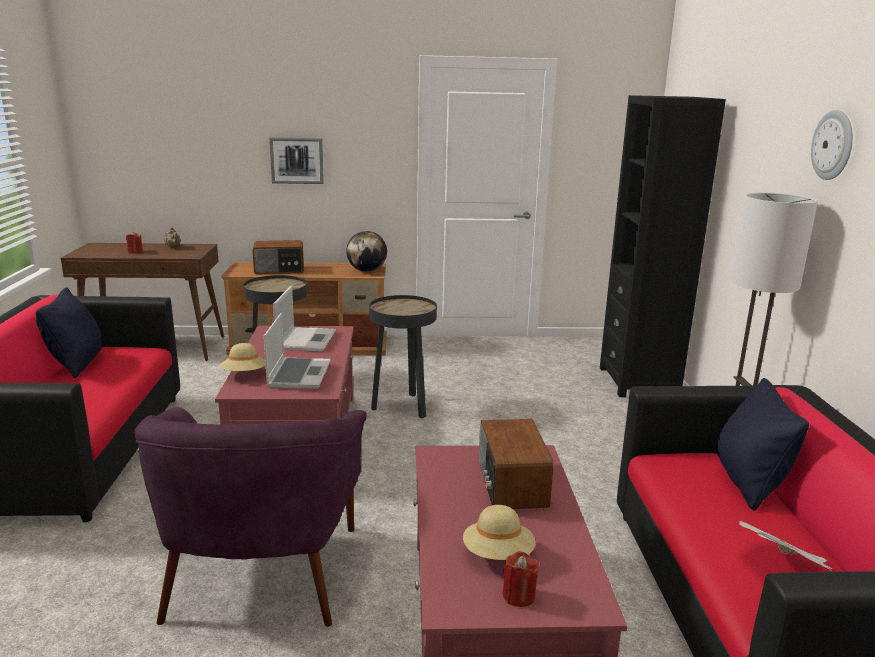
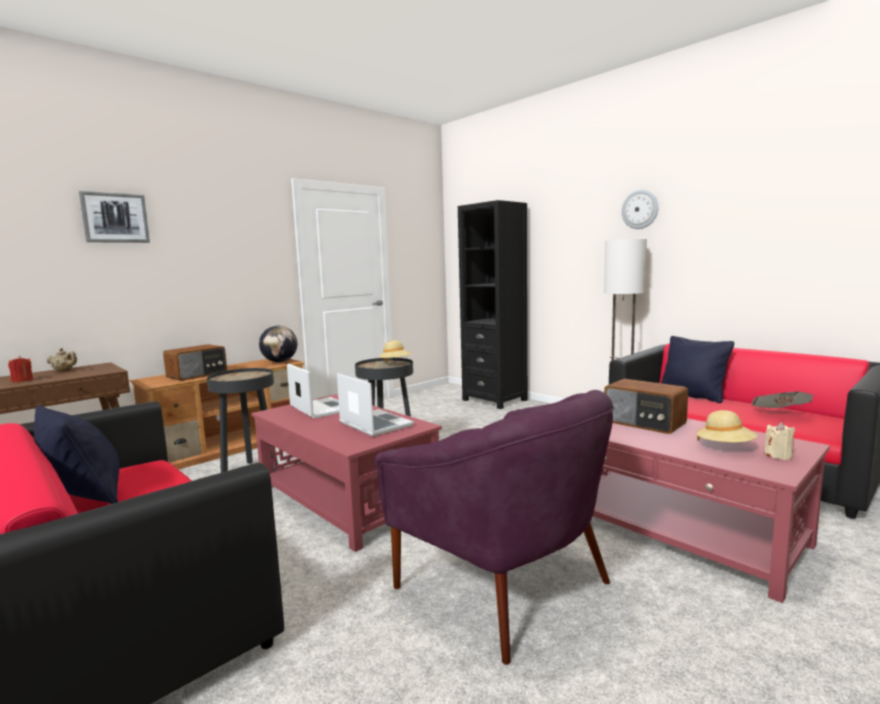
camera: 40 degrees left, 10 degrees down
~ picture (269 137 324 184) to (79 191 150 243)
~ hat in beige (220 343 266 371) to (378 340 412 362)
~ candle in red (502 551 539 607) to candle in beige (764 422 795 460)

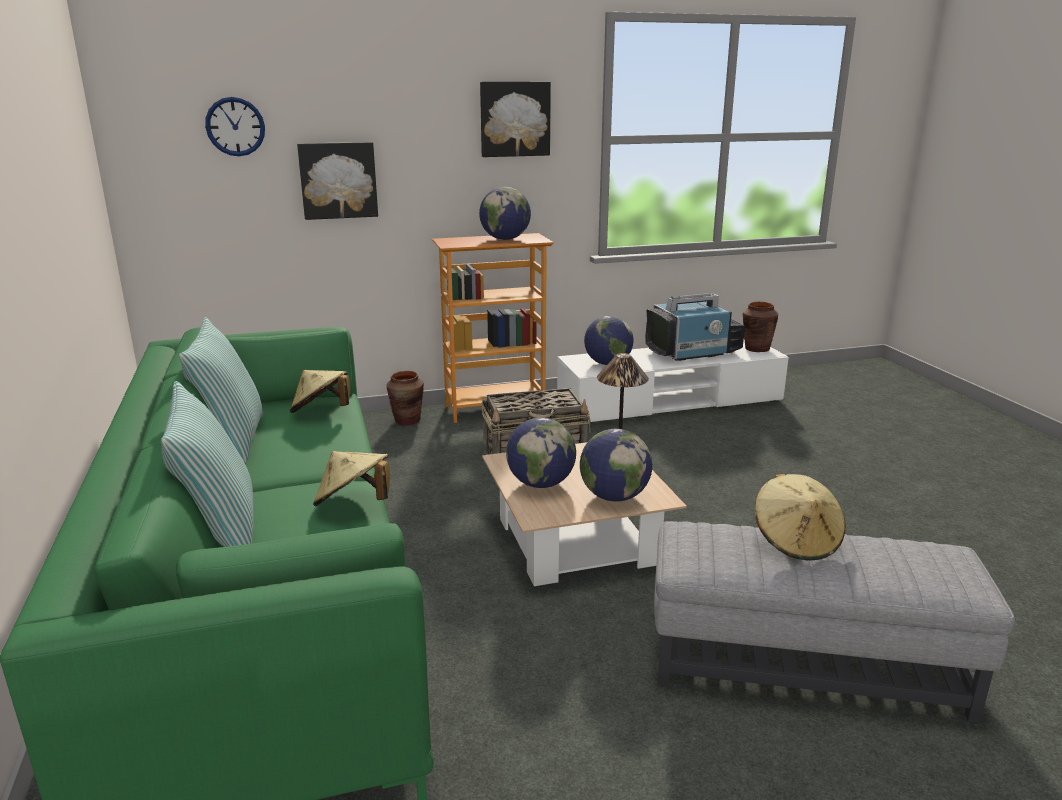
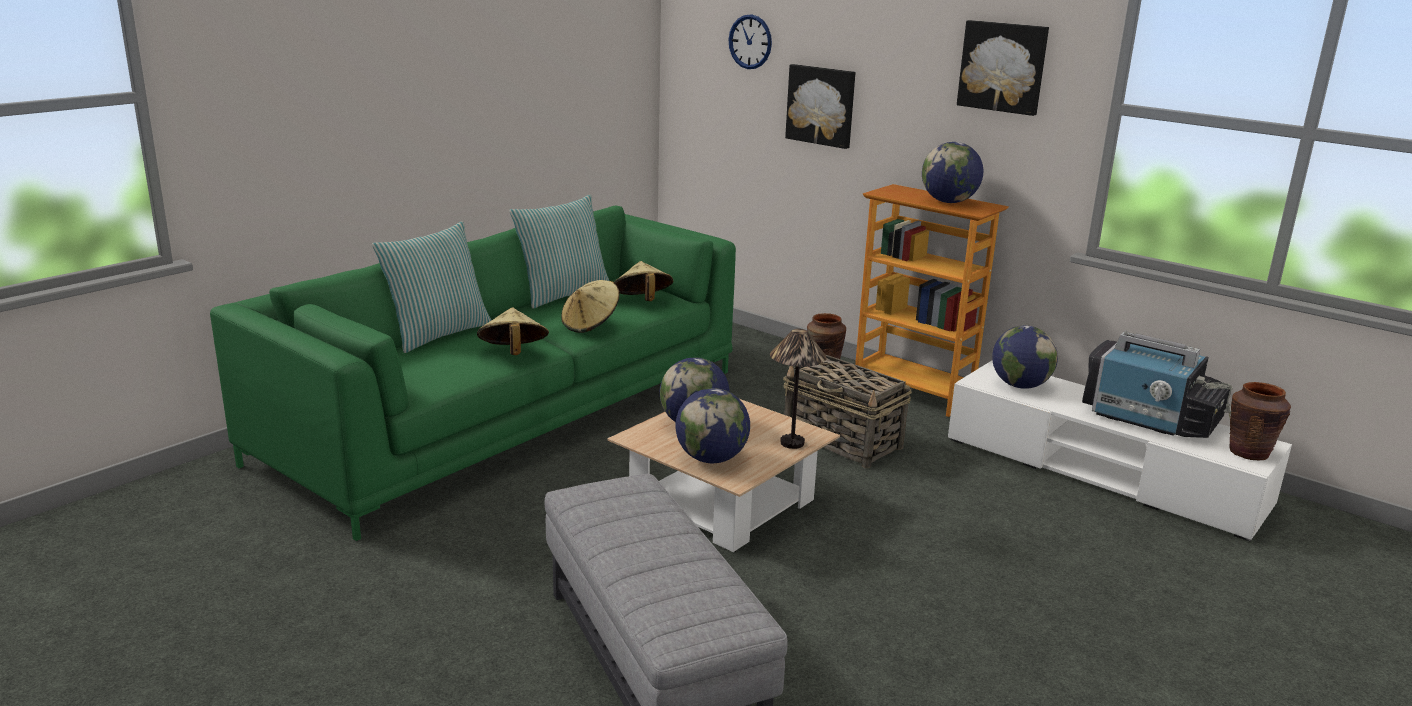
camera: 55 degrees right, 0 degrees up
~ hat in beige (755 474 846 561) to (561 280 619 333)

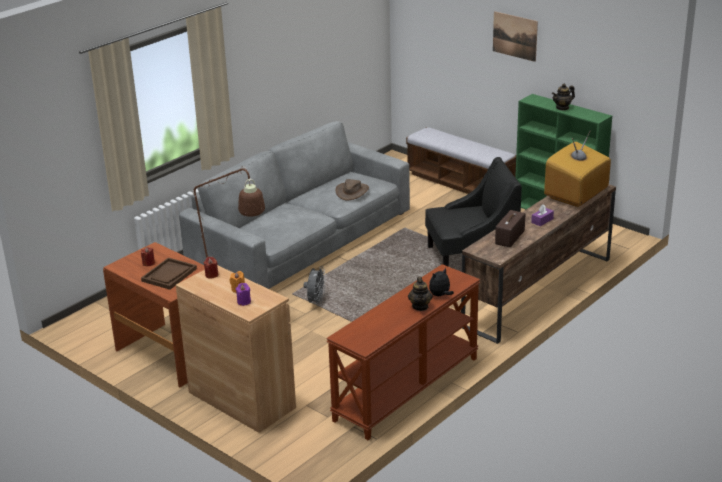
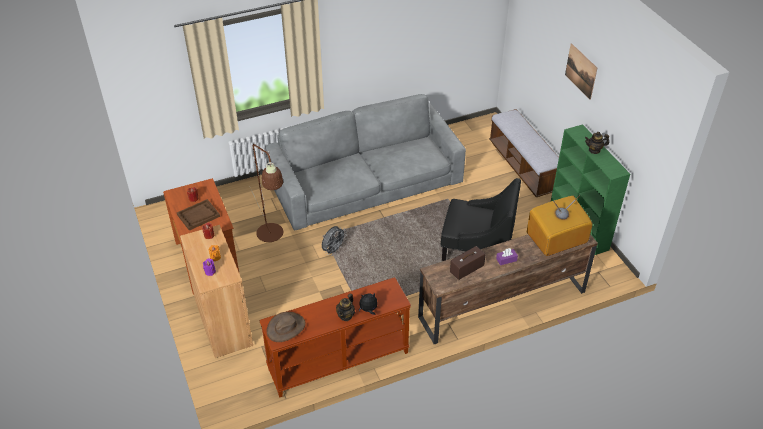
camera: 25 degrees right, 15 degrees up
~ hat in brown (336 179 369 200) to (267 312 306 342)

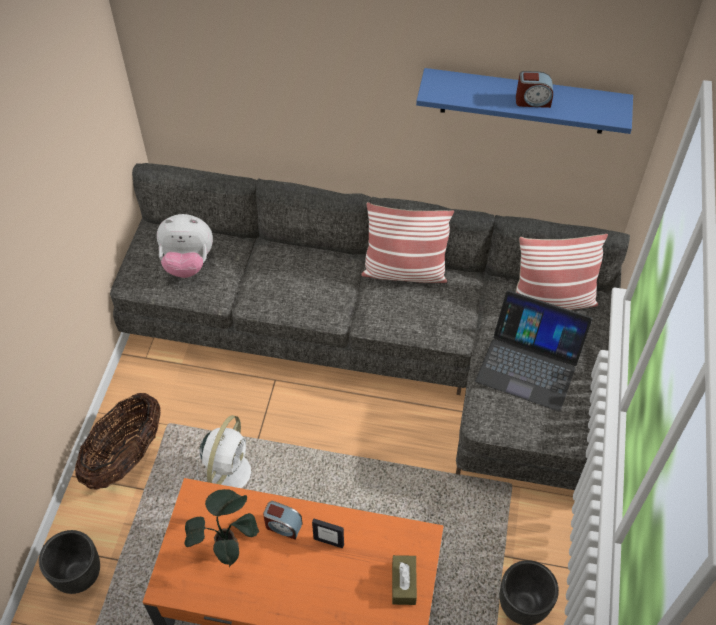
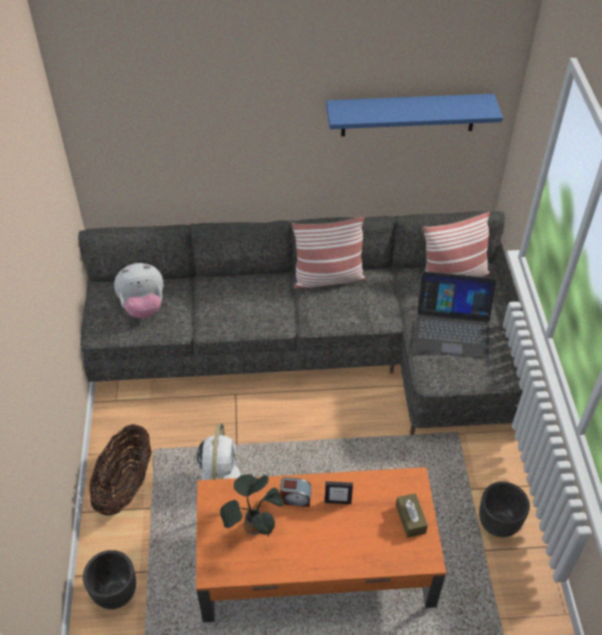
camera: 15 degrees left, 5 degrees down
- alarm clock (516 71 553 108)

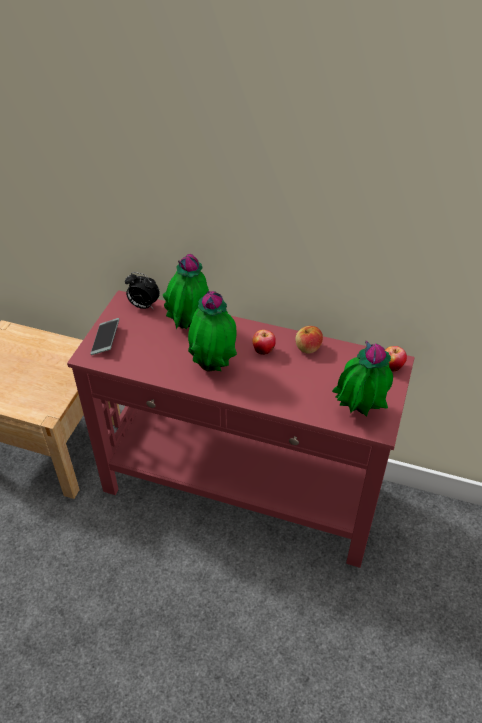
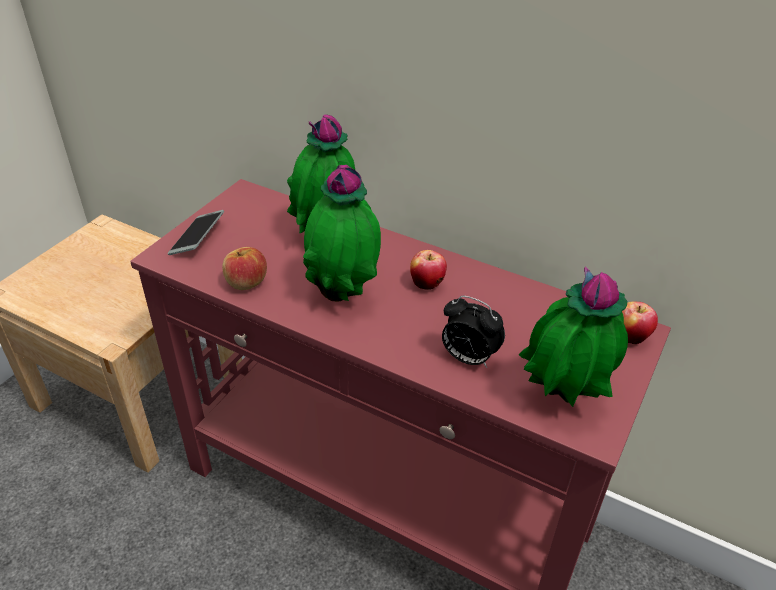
camera: 10 degrees right, 5 degrees down
~ alarm clock (125 272 160 309) to (442 296 505 368)
~ apple (295 326 323 354) to (222 247 267 290)

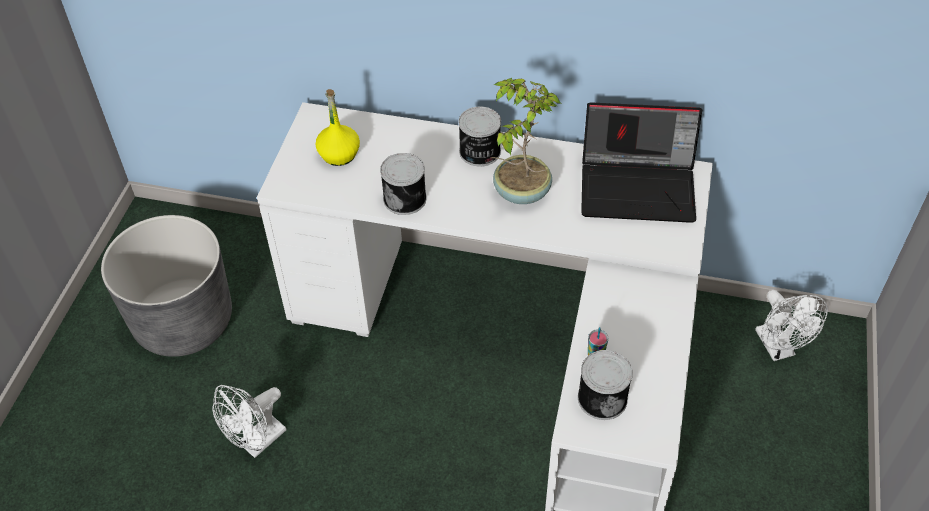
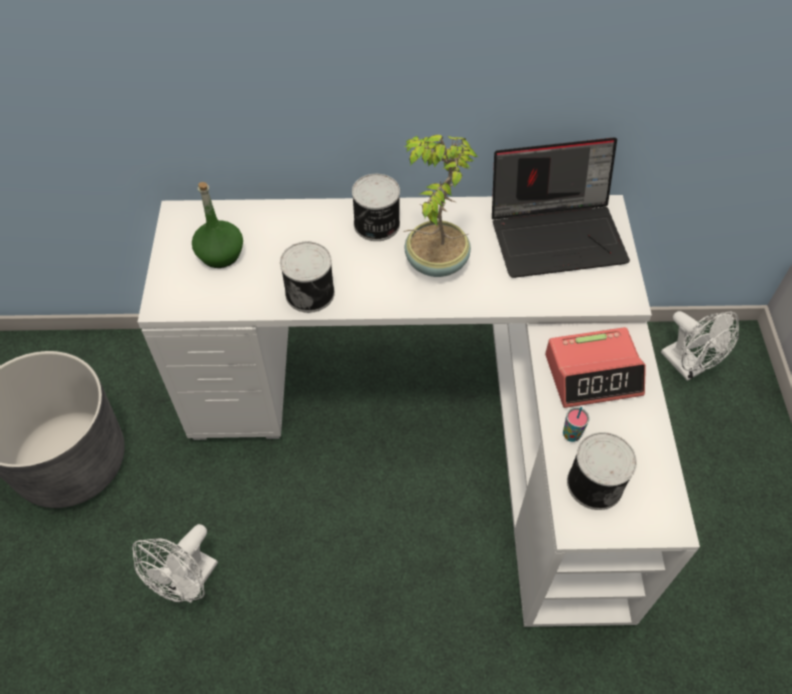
camera: 15 degrees left, 5 degrees up
~ bottle in yellow (315 89 360 166) to bottle in green (192 182 243 268)
+ alarm clock (545 327 646 408)

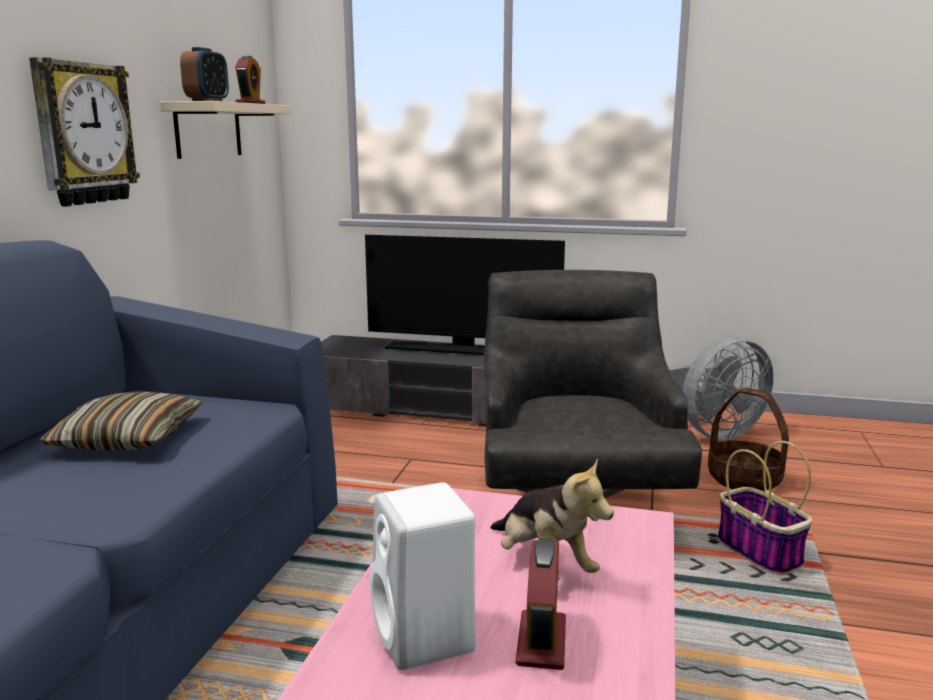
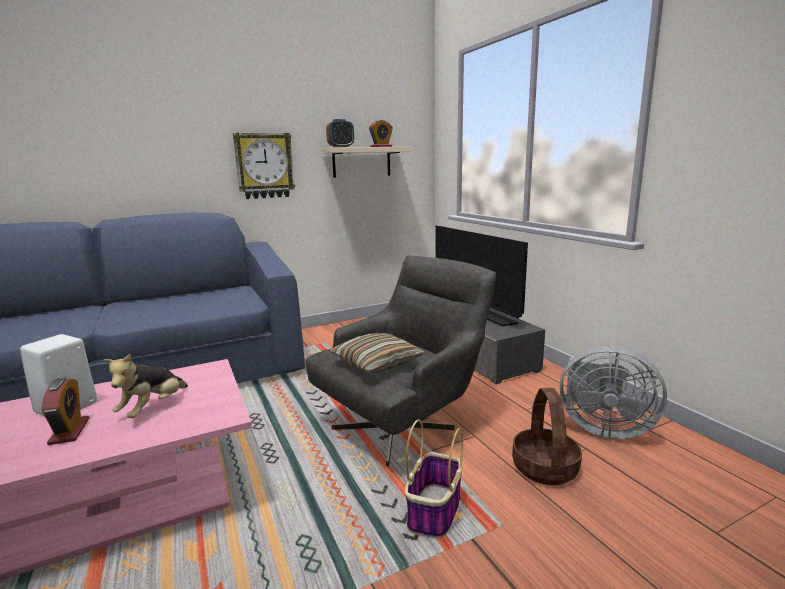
camera: 50 degrees right, 0 degrees up
~ pillow (40 392 203 451) to (330 333 426 373)
~ alarm clock (516 538 566 670) = (41 377 89 445) 75 degrees counterclockwise

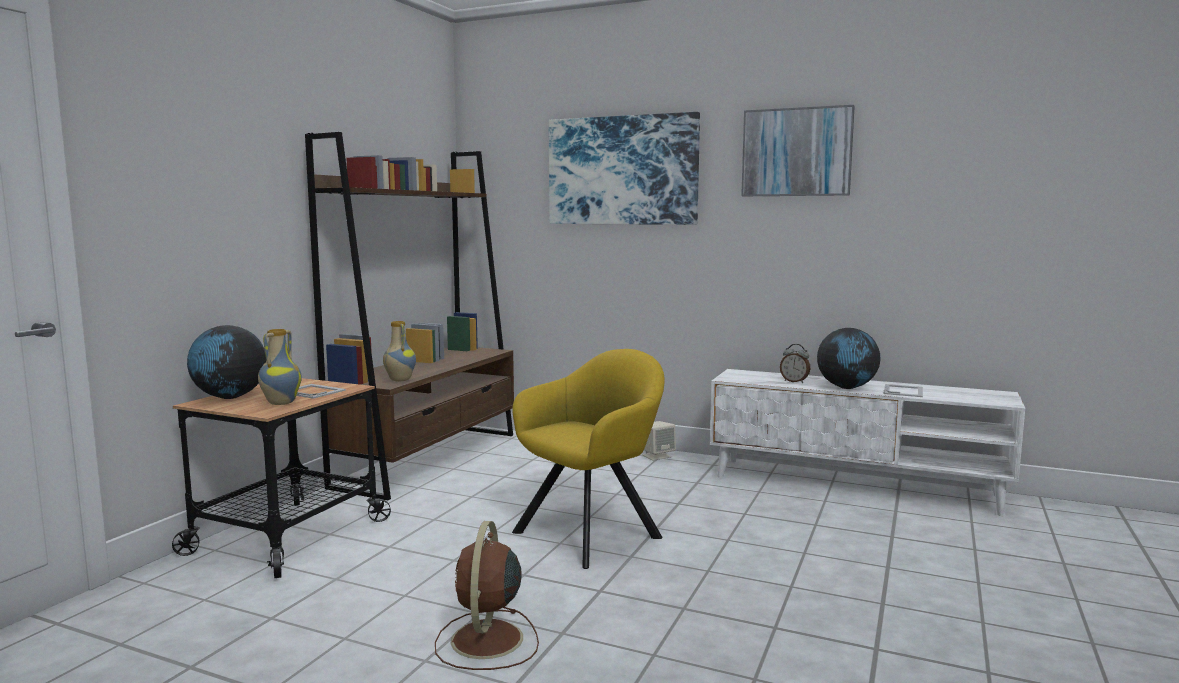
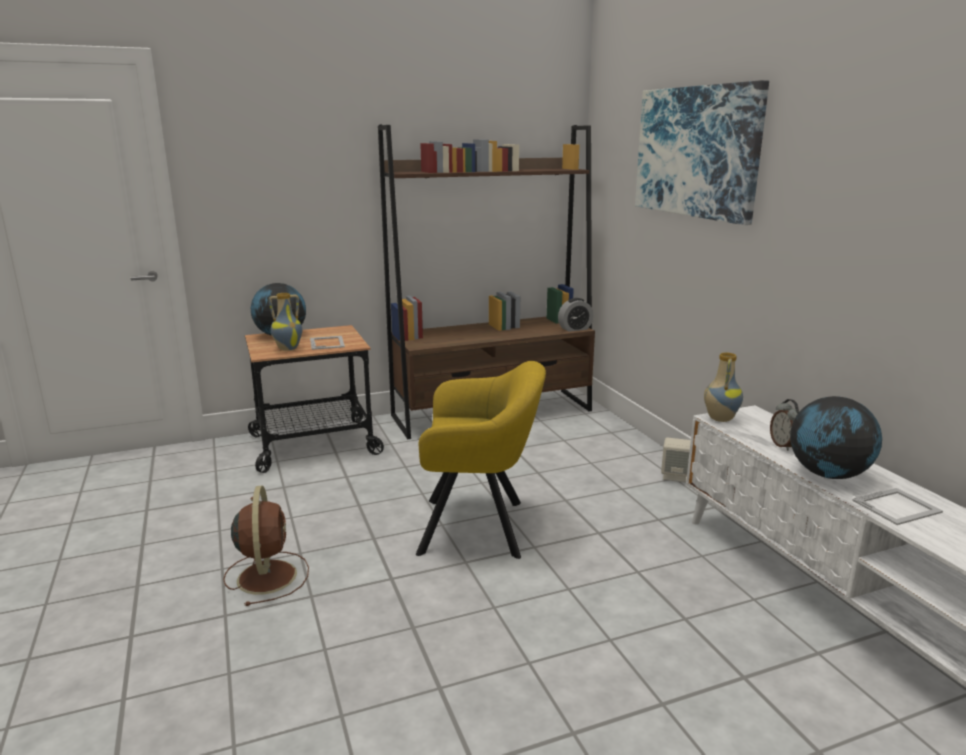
camera: 45 degrees right, 10 degrees up
- picture (741 105 855 196)
~ vase (383 321 416 381) to (704 353 743 422)
~ fan in brown (435 521 539 670) = (223 485 309 606) 120 degrees clockwise
+ alarm clock (558 298 593 332)

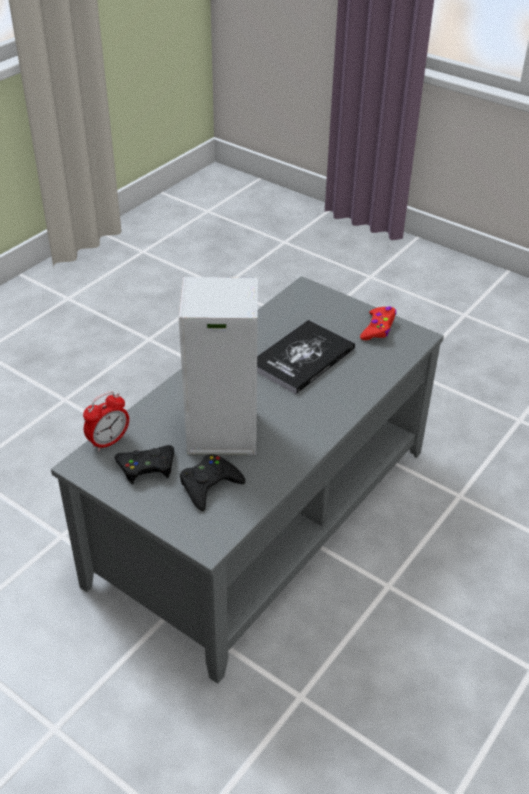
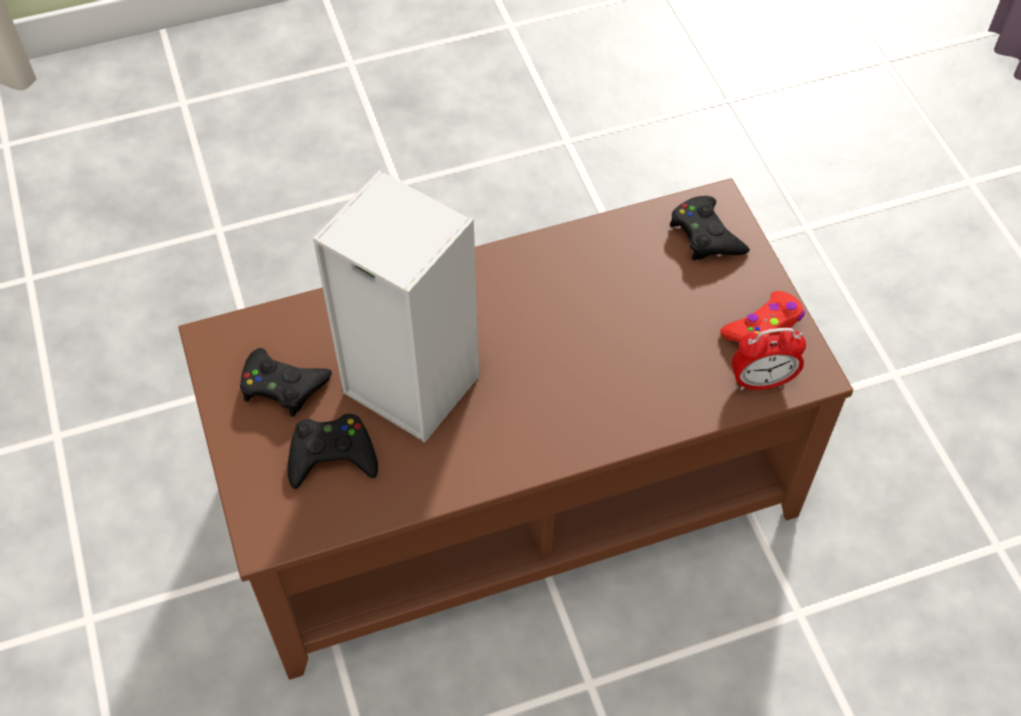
camera: 35 degrees right, 15 degrees up
~ coffee table in grey (51 276 444 684) to coffee table in brown (178 178 853 680)
- book (257 320 355 394)
~ alarm clock (83 391 129 451) to (732 328 806 390)
+ game controller in black (670 196 750 261)

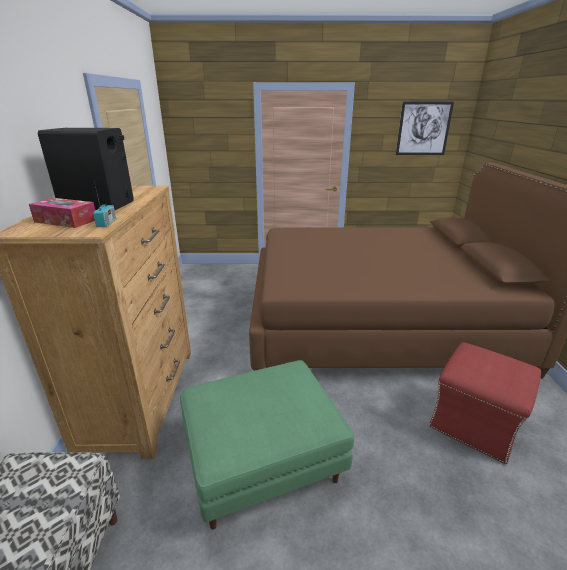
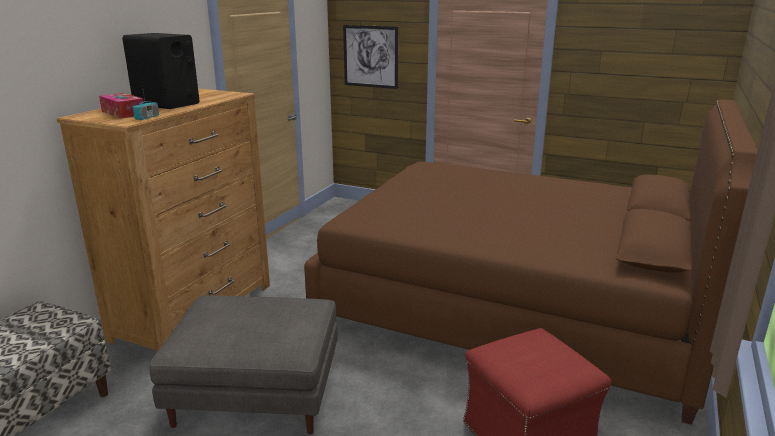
camera: 25 degrees right, 5 degrees down
~ picture (396 101 454 155) to (343 25 398 89)
~ ottoman in green (180 360 354 530) to ottoman in grey (149 295 338 434)

